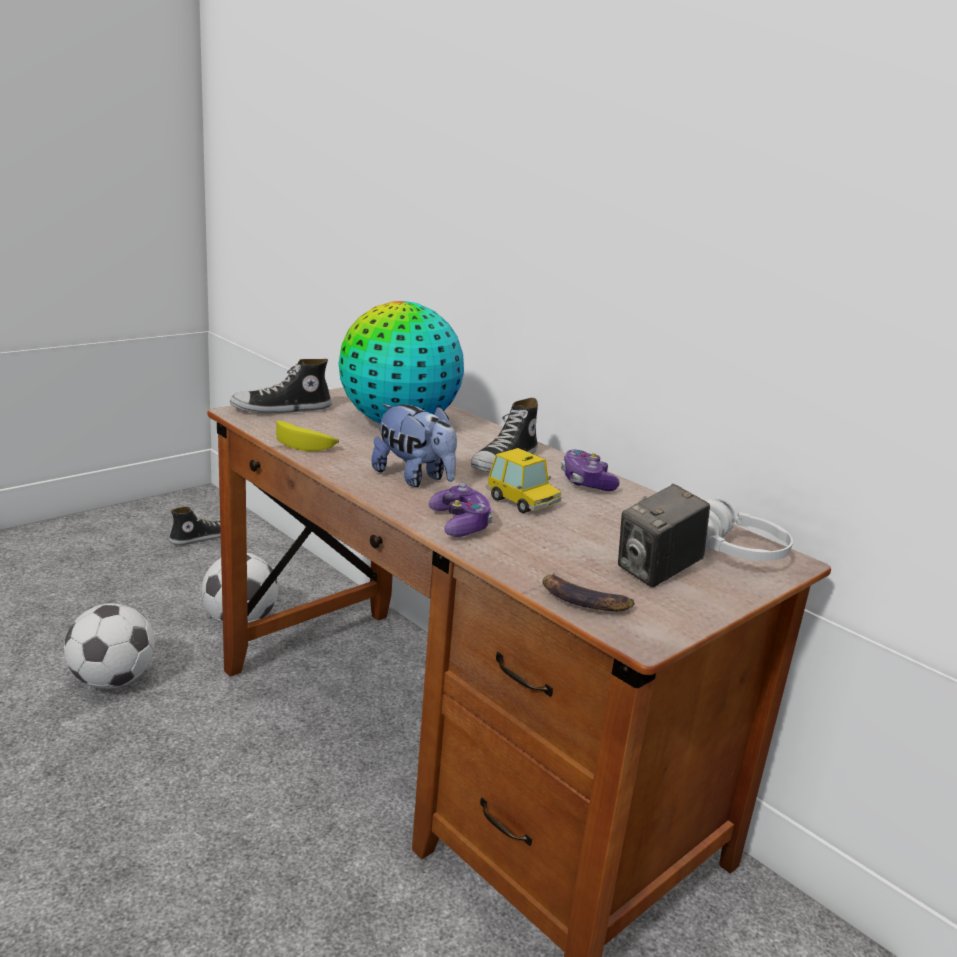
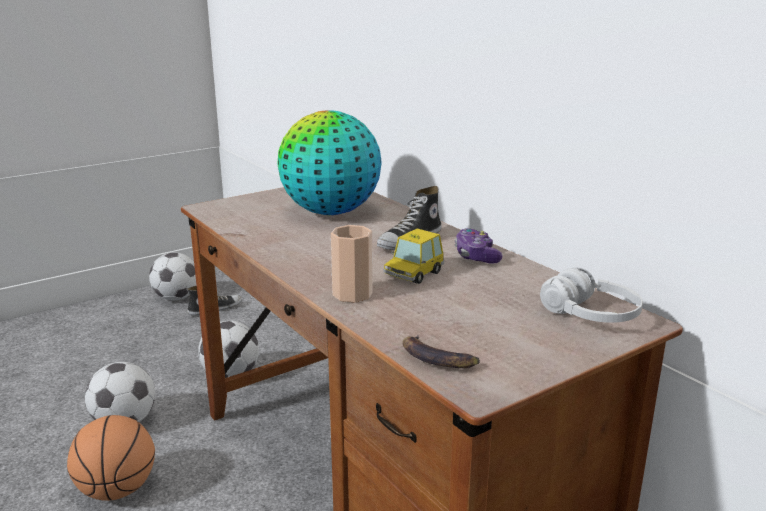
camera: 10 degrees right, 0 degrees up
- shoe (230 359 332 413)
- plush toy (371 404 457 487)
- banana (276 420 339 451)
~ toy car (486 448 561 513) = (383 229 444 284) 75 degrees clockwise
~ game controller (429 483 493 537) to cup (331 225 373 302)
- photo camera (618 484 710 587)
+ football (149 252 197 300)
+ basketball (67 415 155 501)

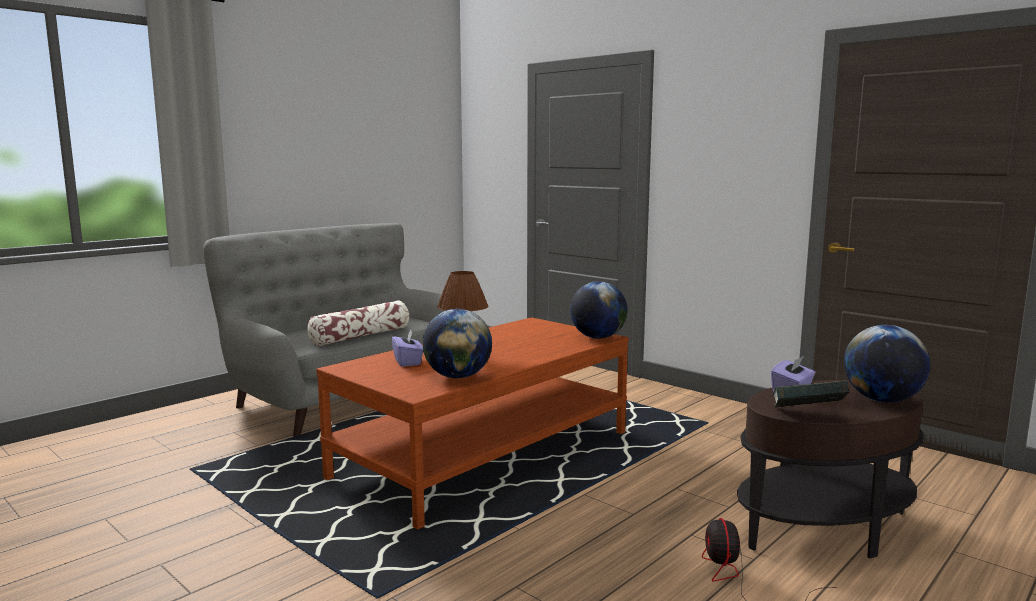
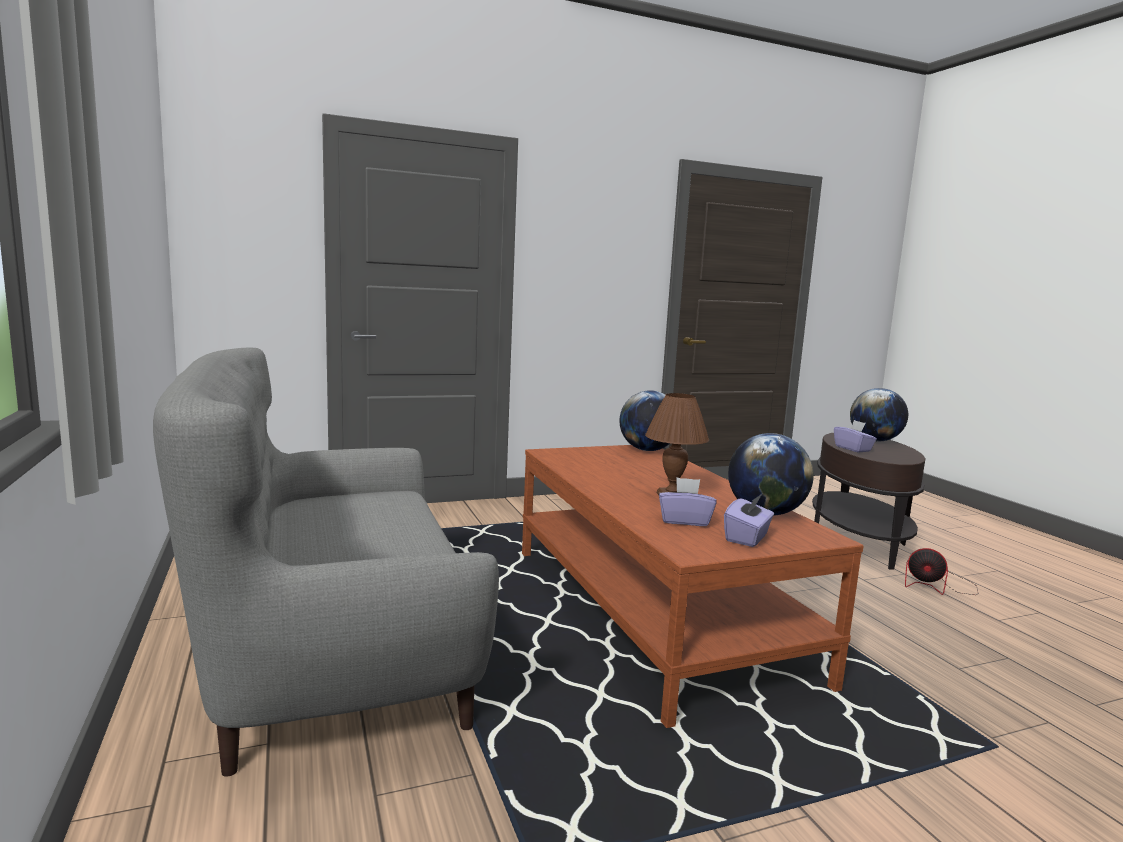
camera: 65 degrees left, 0 degrees up
- pillow (307 301 409 346)
- book (772 381 849 408)
+ tissue box in purple (724 494 774 547)

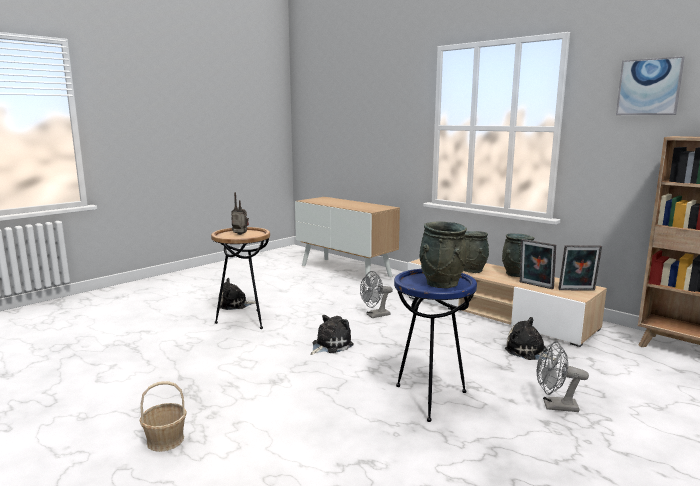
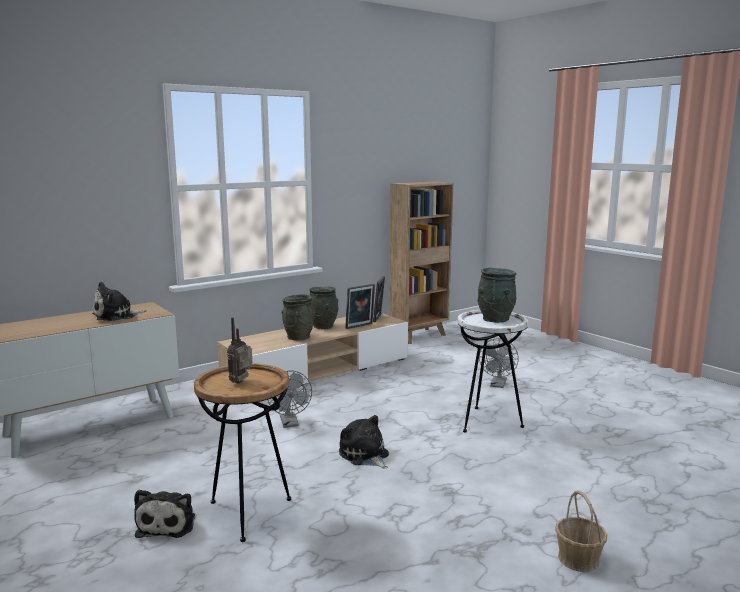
camera: 80 degrees left, 0 degrees up
- picture (616 56 684 115)
~ side table in blue (394 269 477 422) to side table in white (458 310 528 432)
~ plush toy (505 317 556 361) to (92 282 147 321)

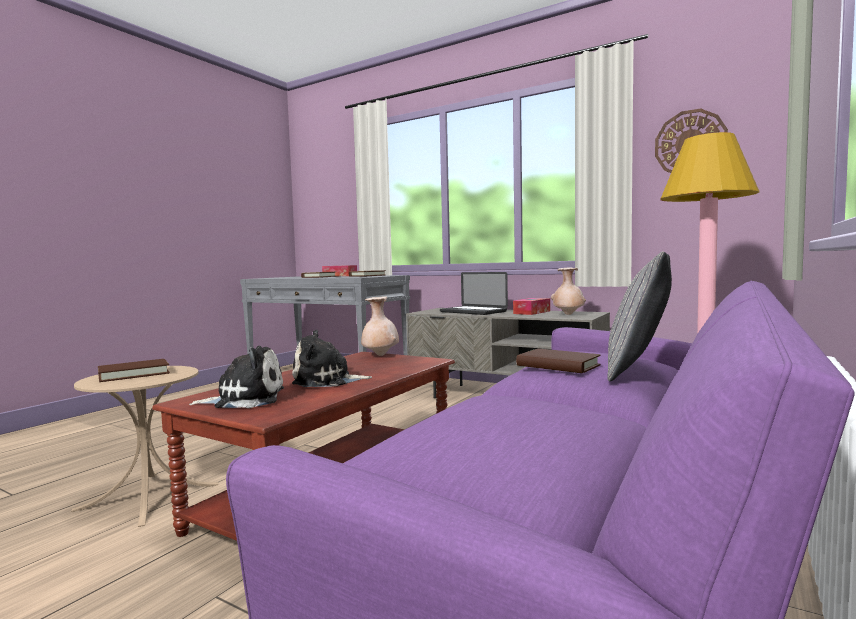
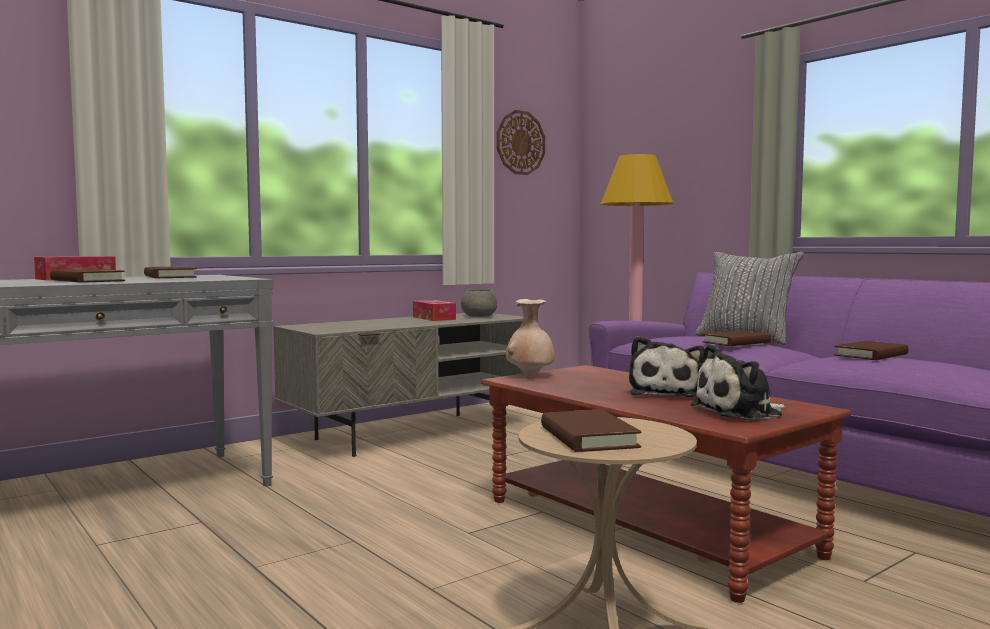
camera: 70 degrees left, 0 degrees up
~ vase in beige (551 267 586 315) to bowl in grey (461 289 497 317)
- laptop (440 272 508 315)
~ plush toy (189 346 284 408) = (691 344 786 420) 120 degrees counterclockwise
+ book in brown (834 341 908 360)

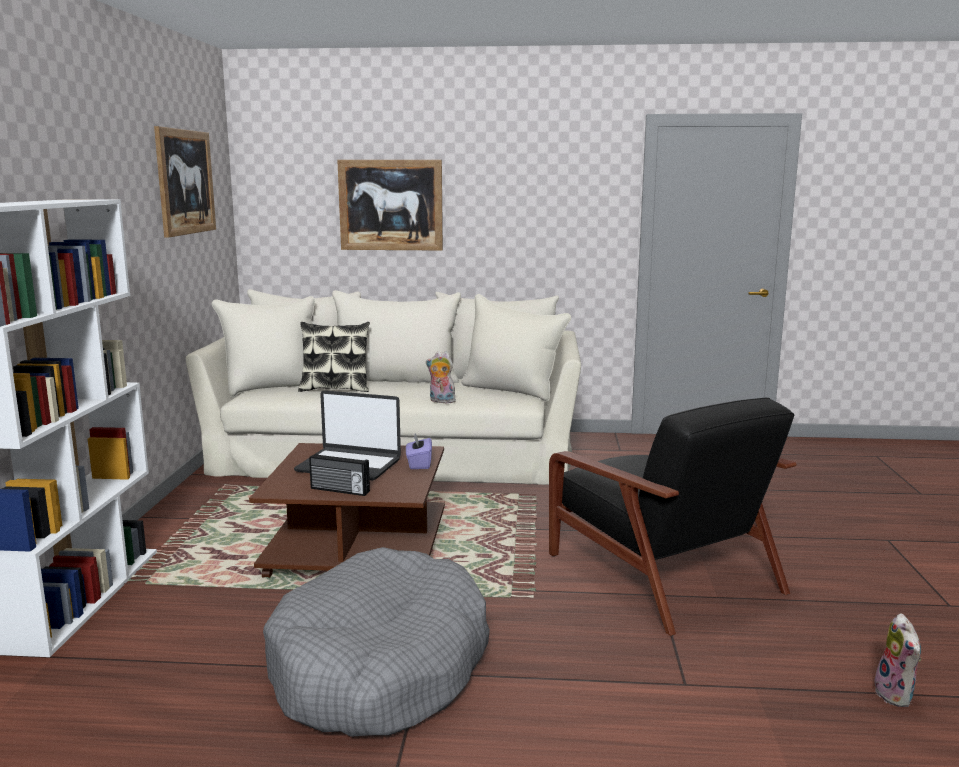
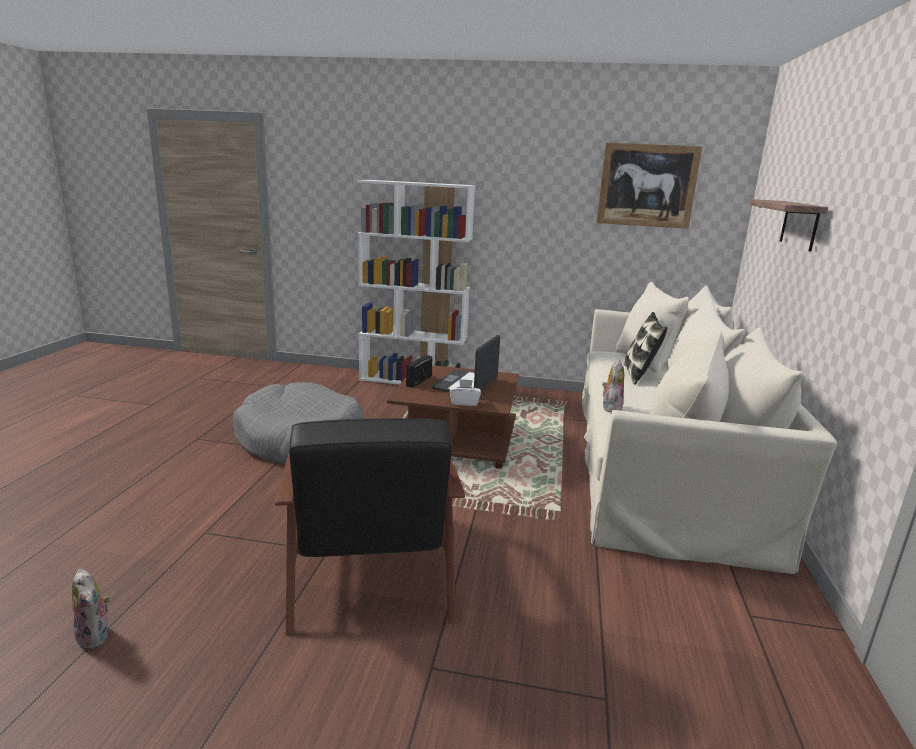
camera: 95 degrees right, 5 degrees up
~ picture (337 160 443 251) to shelf (748 199 828 252)
~ armchair in black (549 398 796 636) = (275 418 465 636) 75 degrees counterclockwise
~ tissue box in purple (406 433 432 469) to tissue box in white (449 379 481 406)
~ plush toy (874 613 921 707) = (72 569 110 650) 135 degrees counterclockwise

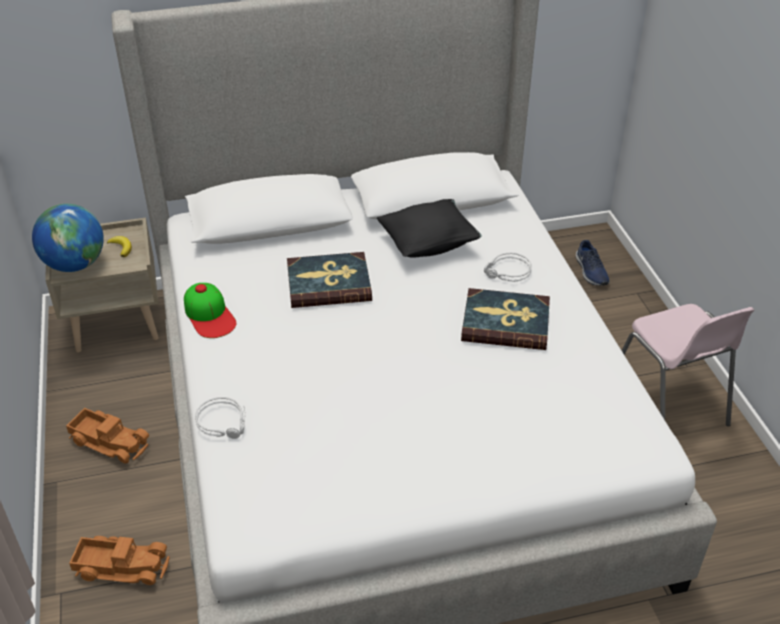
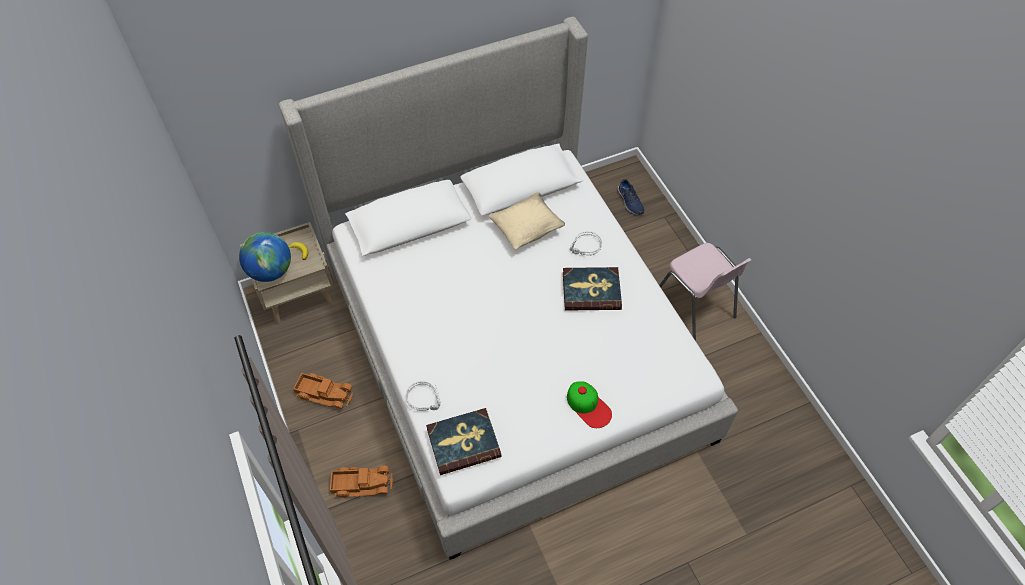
camera: 10 degrees left, 15 degrees up
~ pillow in black (377 199 482 258) to pillow in beige (489 192 565 249)
~ book (287 252 372 308) to (426 408 501 475)
~ cap (184 283 236 338) to (567 381 612 428)

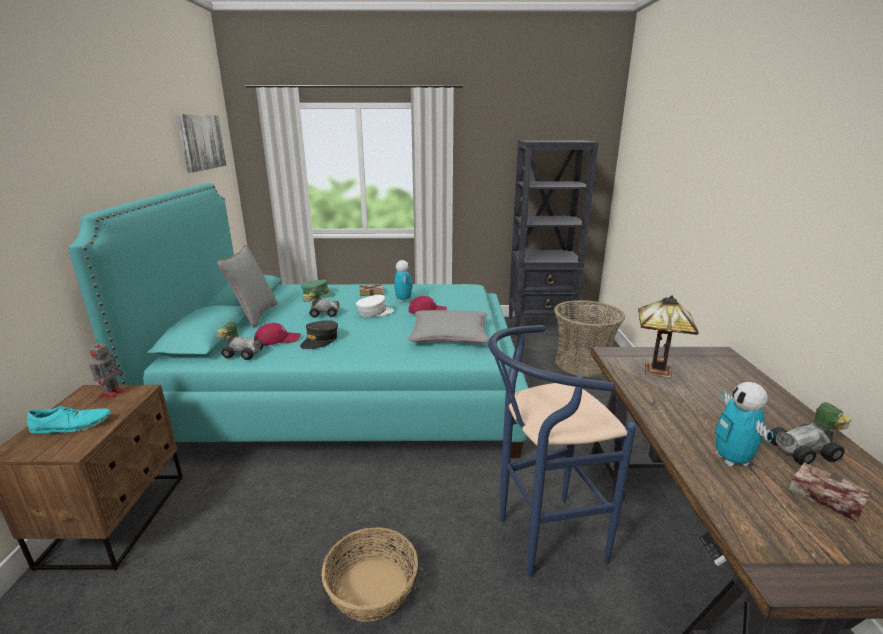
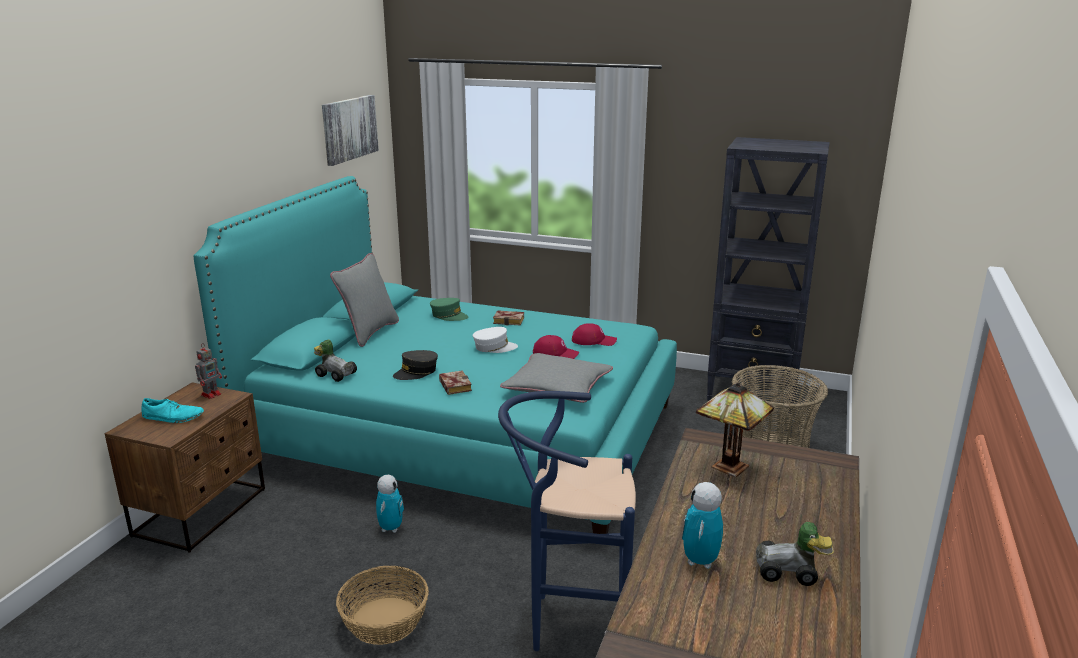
camera: 20 degrees right, 0 degrees up
~ toy robot (394 260 413 302) to (376 475 404 533)
- toy car (303 287 340 318)
~ cap in red (254 323 301 346) to (572 323 617 346)
~ book (788 463 871 522) to (439 370 472 395)

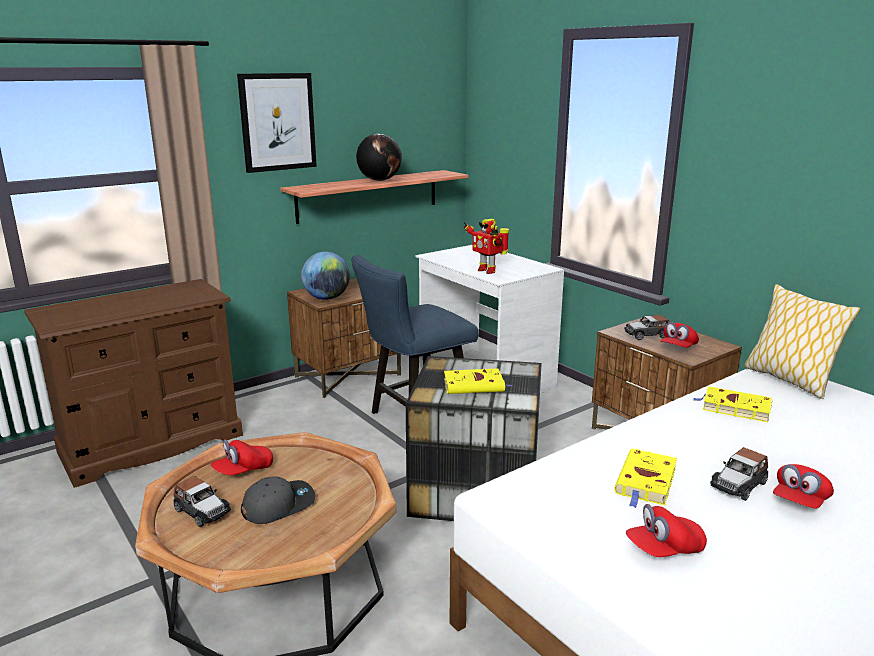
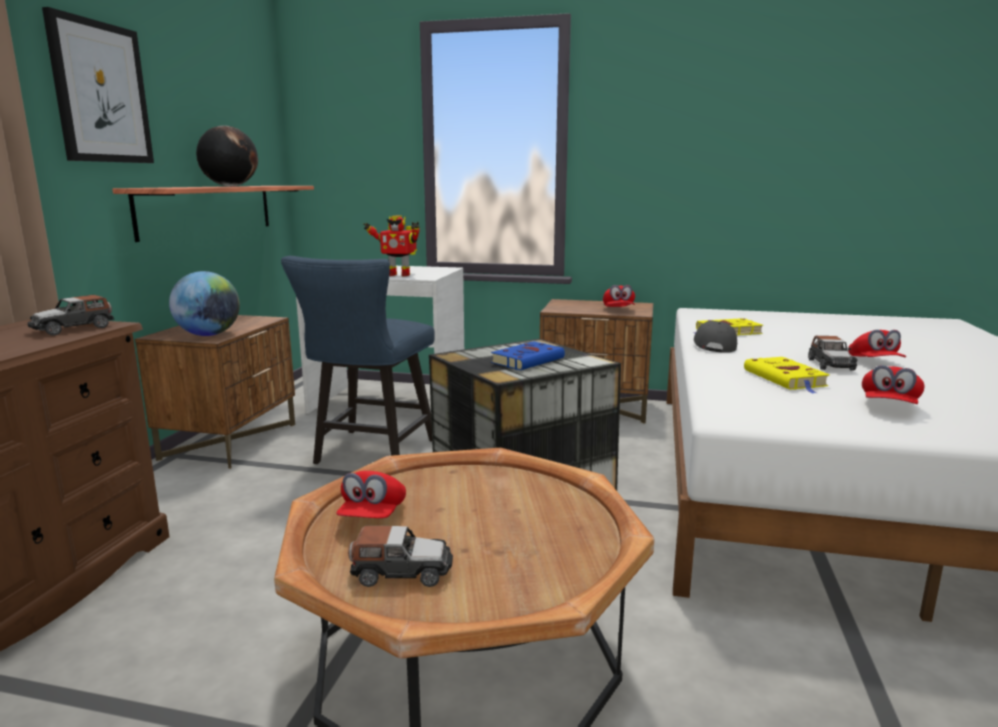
camera: 40 degrees left, 5 degrees down
- pillow (744 284 860 399)
~ toy car (624 315 670 340) to (28 295 114 336)
~ book in yellow (444 368 514 394) to book in blue (491 341 565 370)
~ cap in grey (241 476 315 524) to (694 321 737 353)

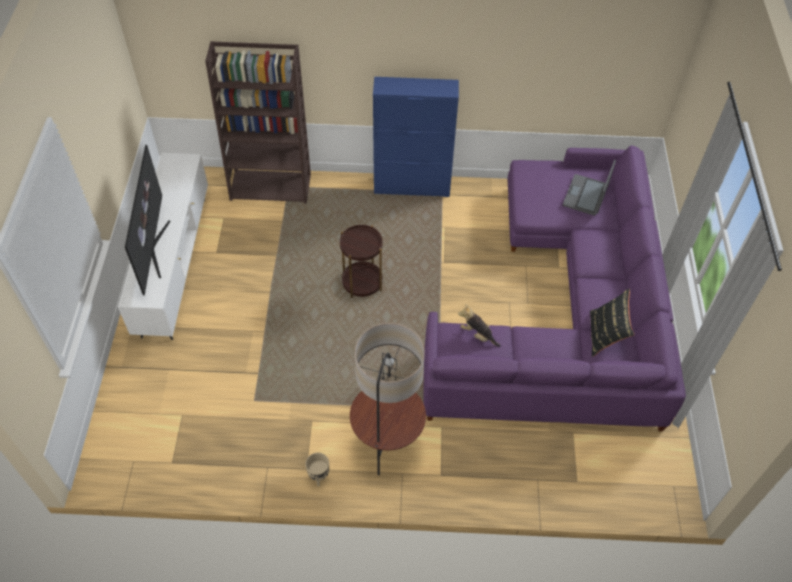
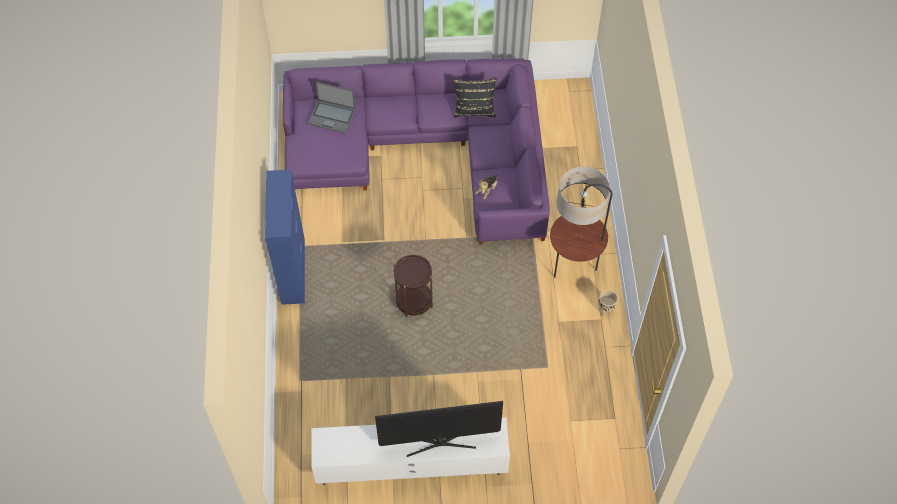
camera: 95 degrees left, 5 degrees up
- bookcase in brown (205 41 311 204)

